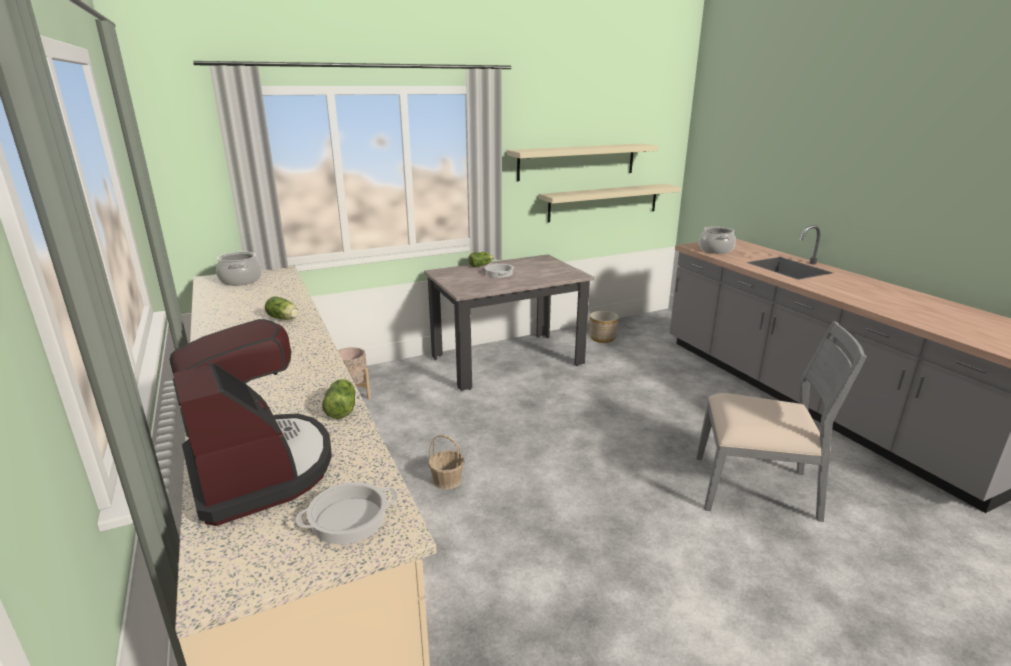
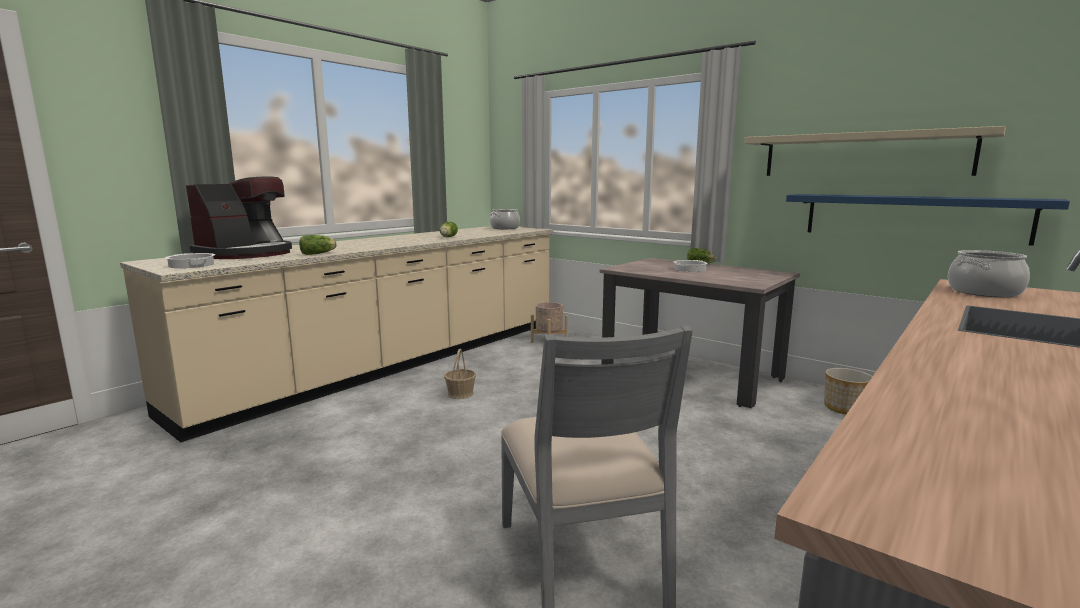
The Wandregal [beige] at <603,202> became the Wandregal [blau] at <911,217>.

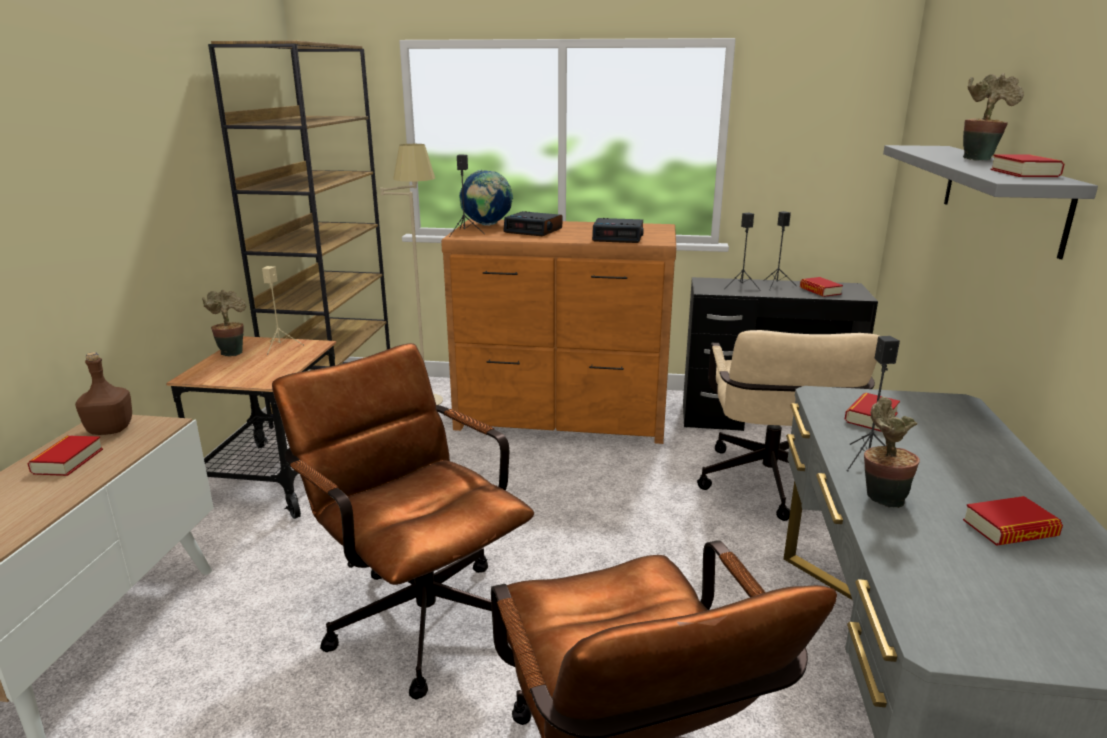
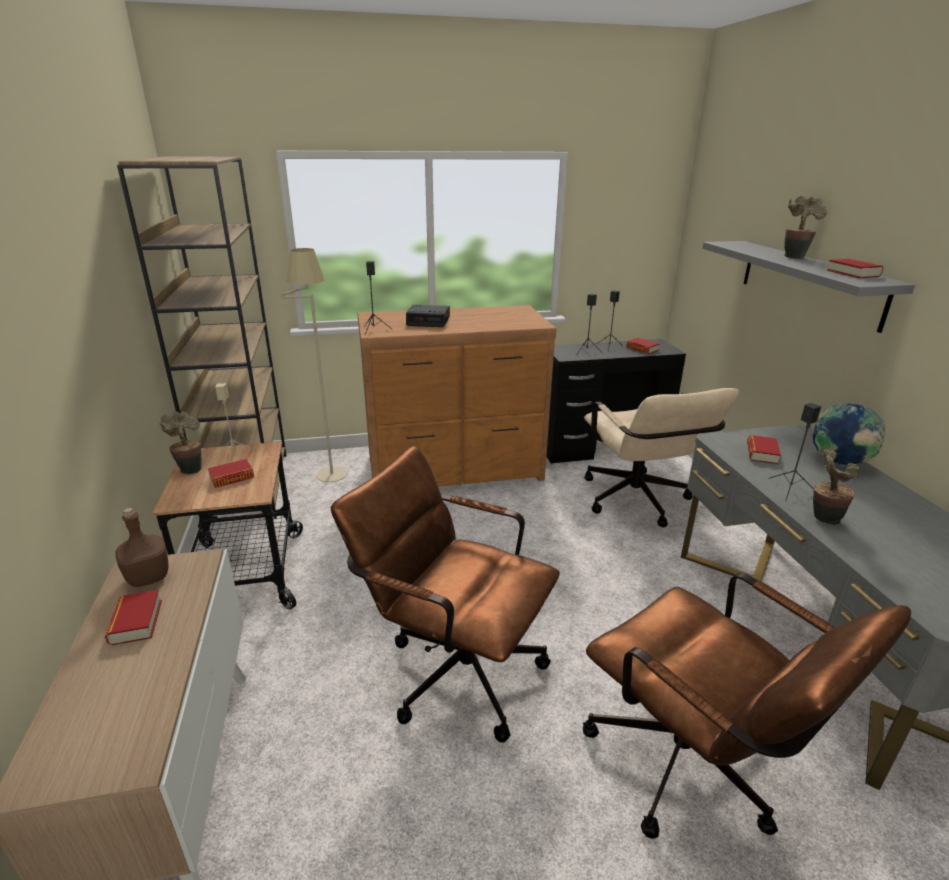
The Globus moved from <486,225> to <838,463>. The Wecker at <618,237> disappeared. The Buch moved from <1010,529> to <232,477>.

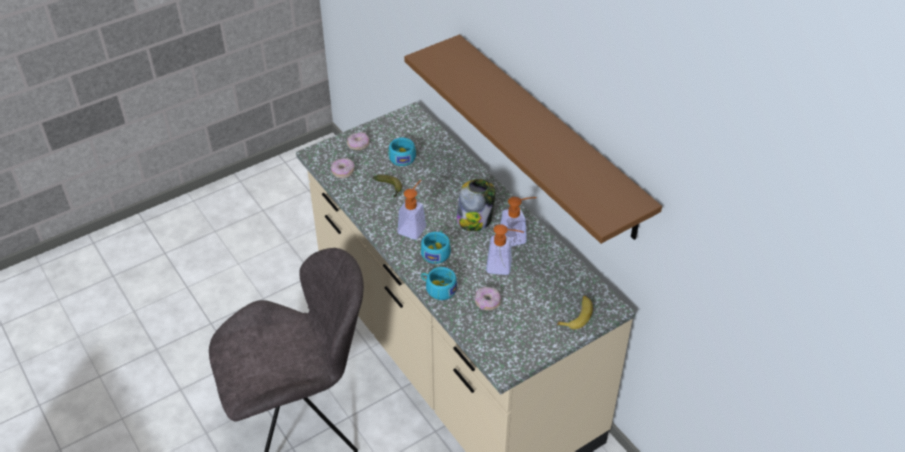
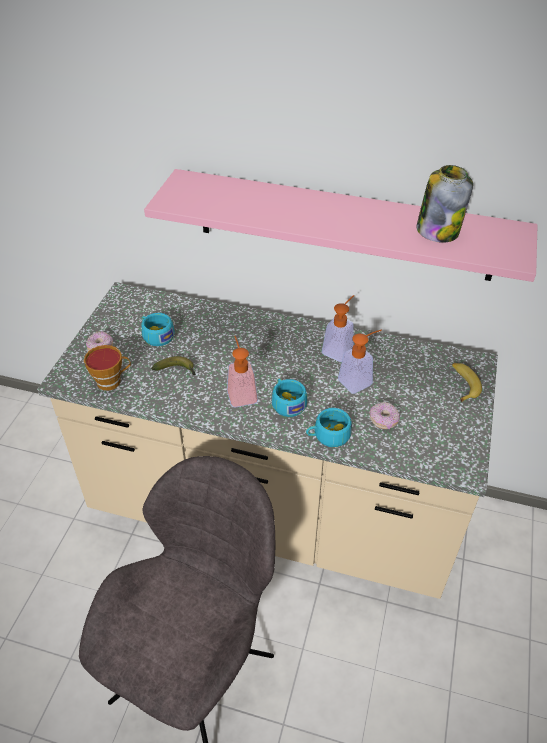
The Wandregal [braun] at <549,136> became the Wandregal [rosa] at <344,225>. The Donut at <343,172> was replaced by the Tasse at <112,381>. The Vorratsglas moved from <475,220> to <438,230>.

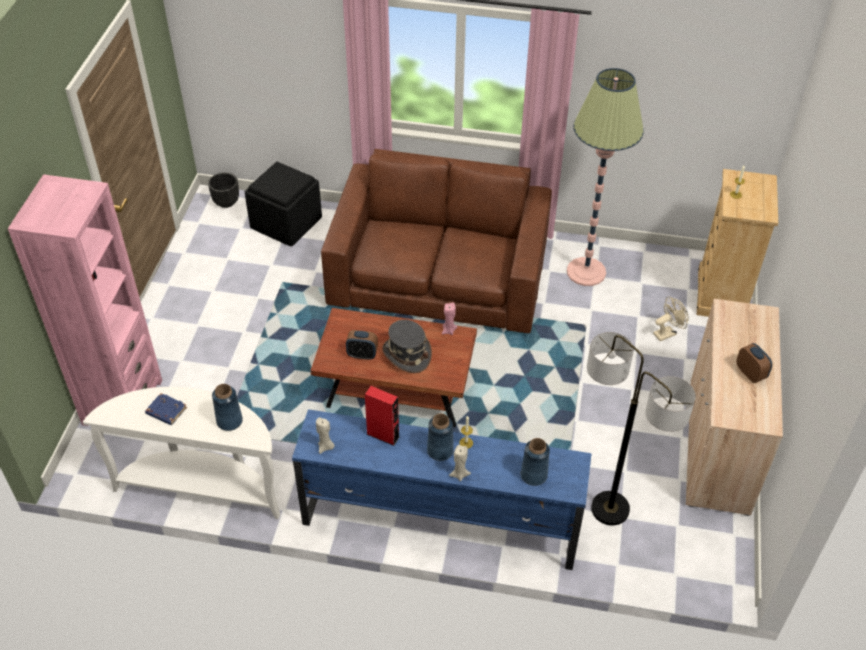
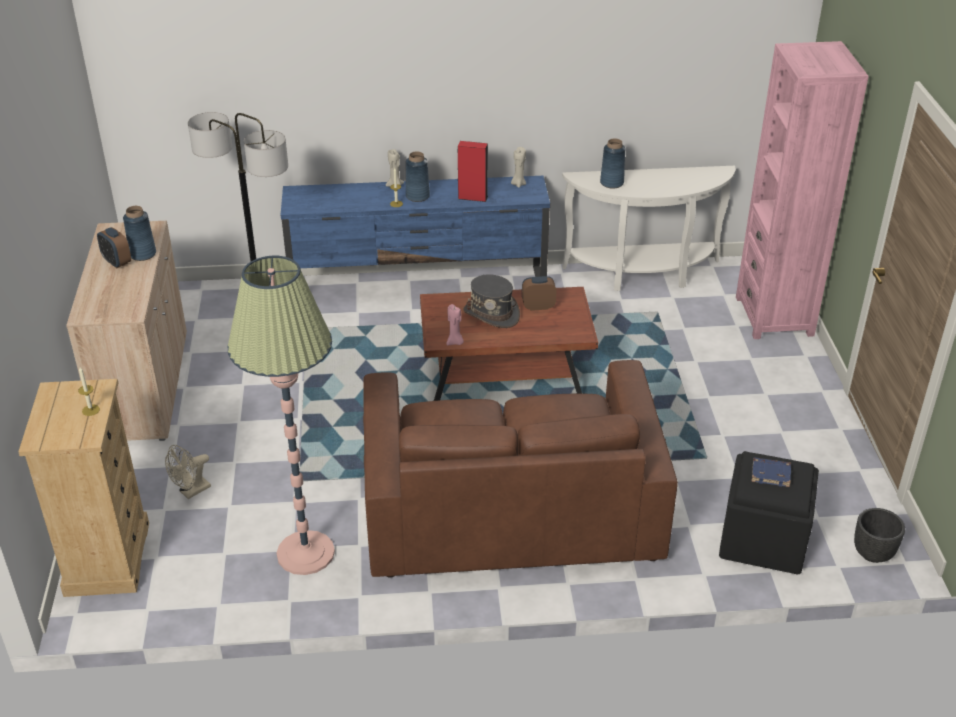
The Buch [blau] moved from <166,411> to <771,474>. The Vase [blau] moved from <534,475> to <142,254>.

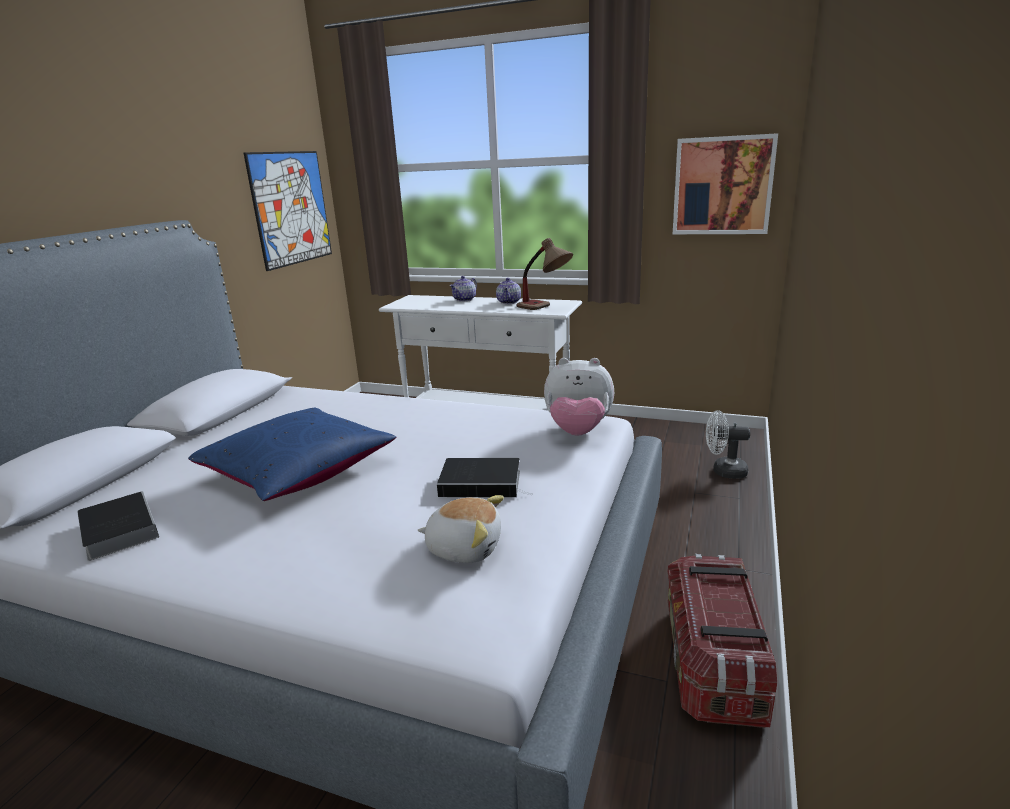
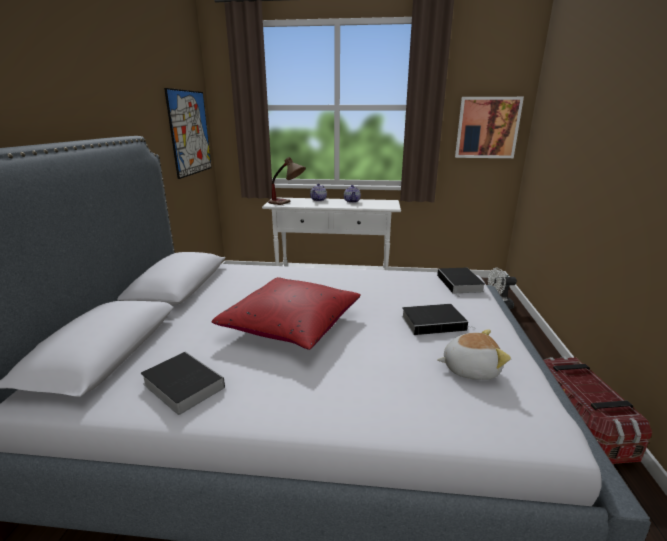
The Tischlampe moved from <545,308> to <288,203>. The Plüschtier at <578,431> was replaced by the Buch at <460,284>. The Kissen [blau] at <298,471> became the Kissen [rot] at <291,325>.

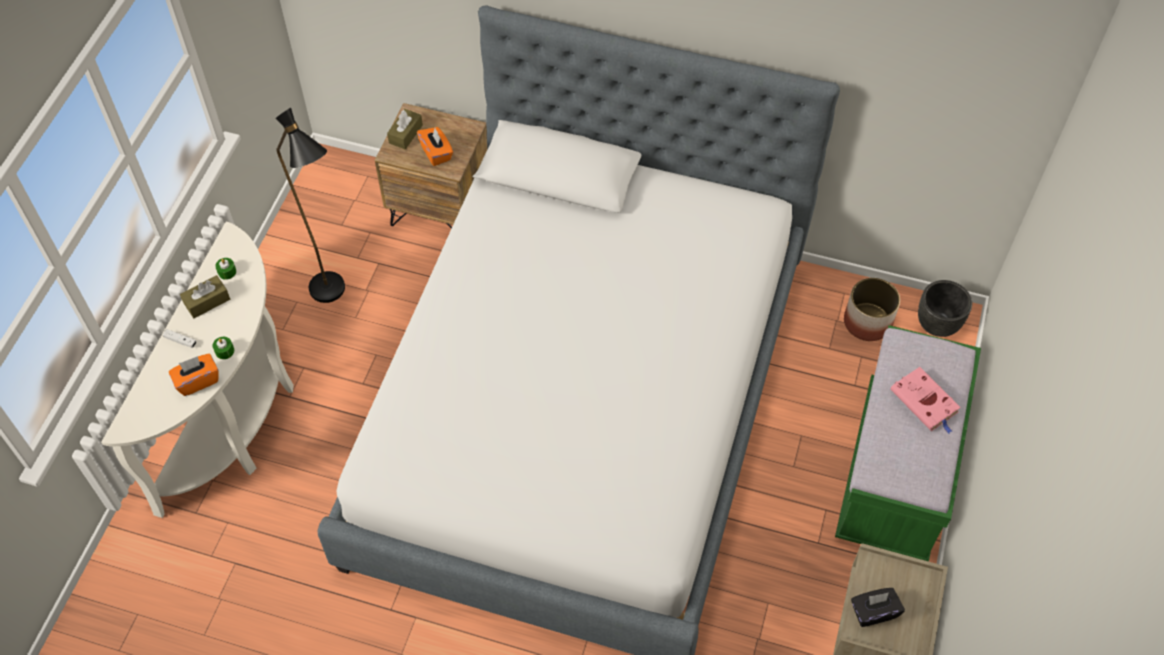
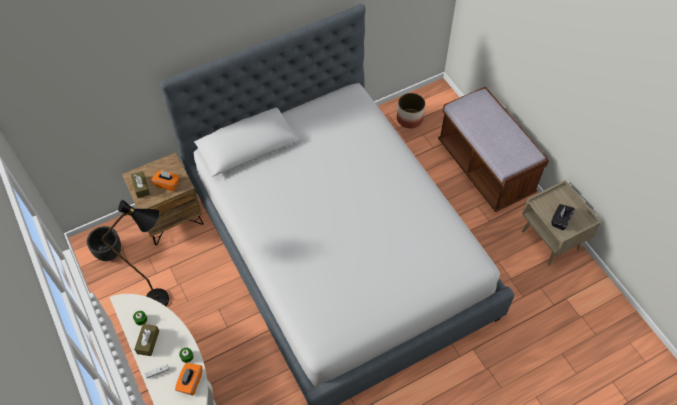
The Pflanzkübel [schwarz] moved from <936,325> to <109,253>. The Bank [grün] at <896,472> became the Bank [braun] at <485,168>. The Buch [rosa] at <925,402> disappeared.

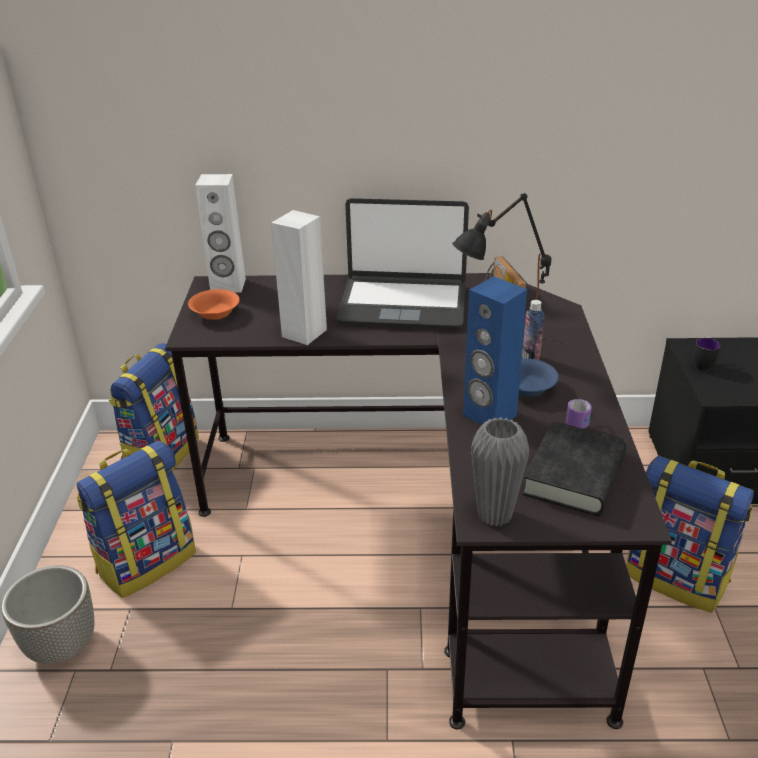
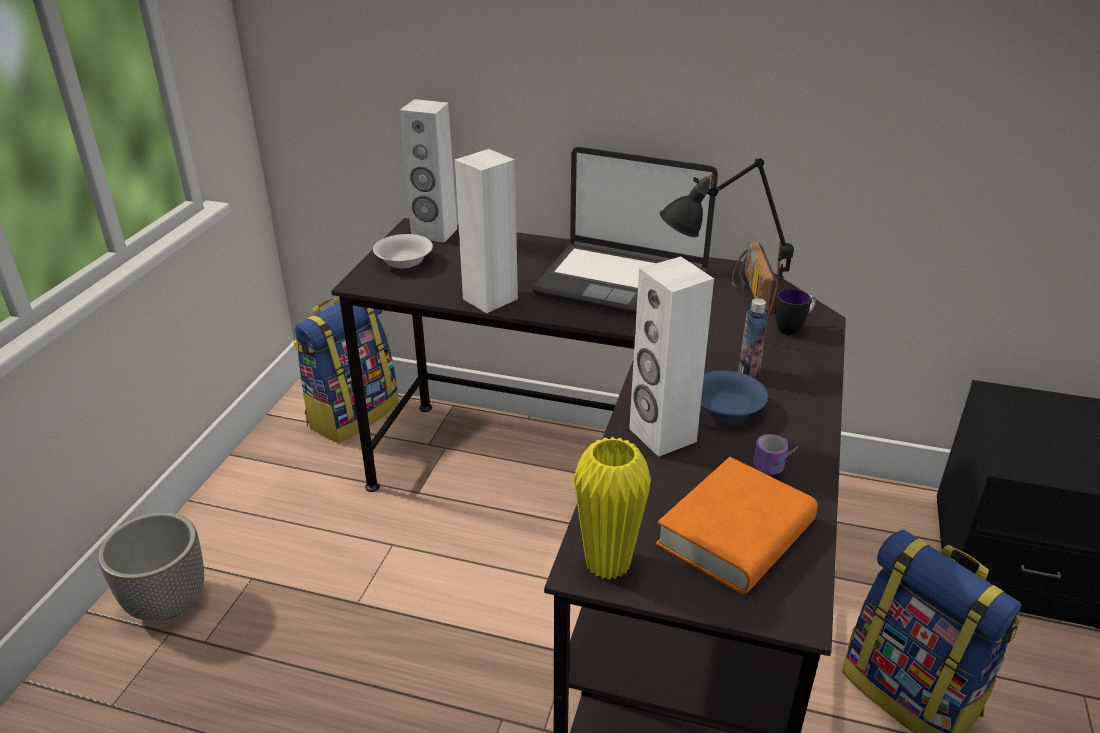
The Lautsprecher [blau] at <489,416> became the Lautsprecher [weiß] at <661,435>. The Schüssel [orange] at <216,313> became the Schüssel [weiß] at <405,261>. The Henkelbecher moved from <704,365> to <793,328>. The Vase [grau] at <494,515> became the Vase [gelb] at <608,563>. The Buch [schwarz] at <574,476> became the Buch [orange] at <736,534>. The Rucksack at <146,561> disappeared.

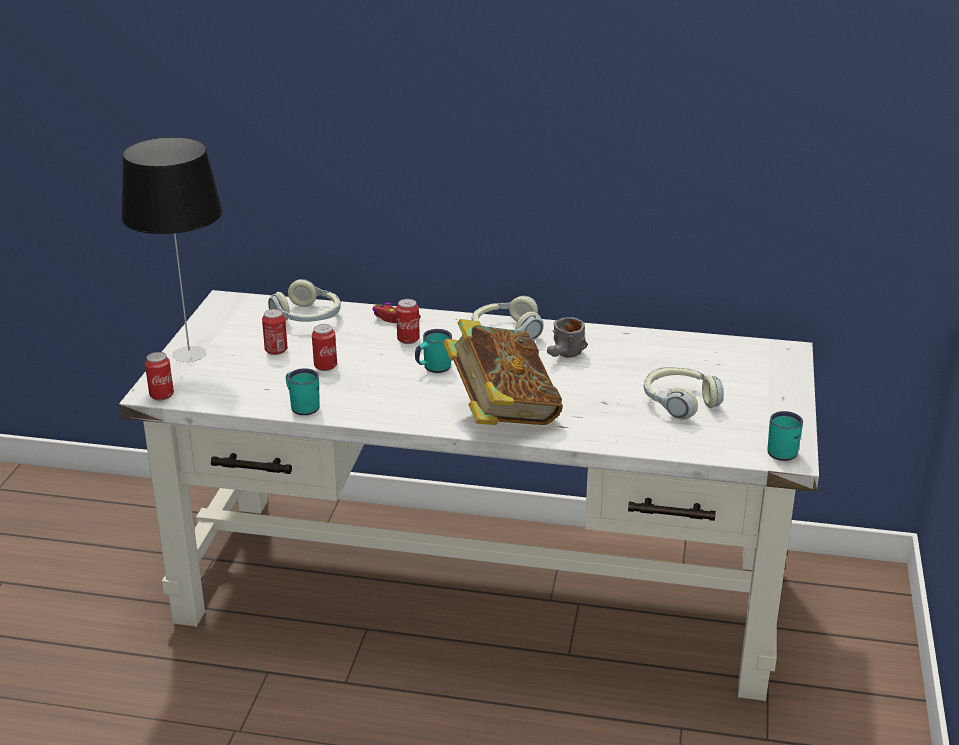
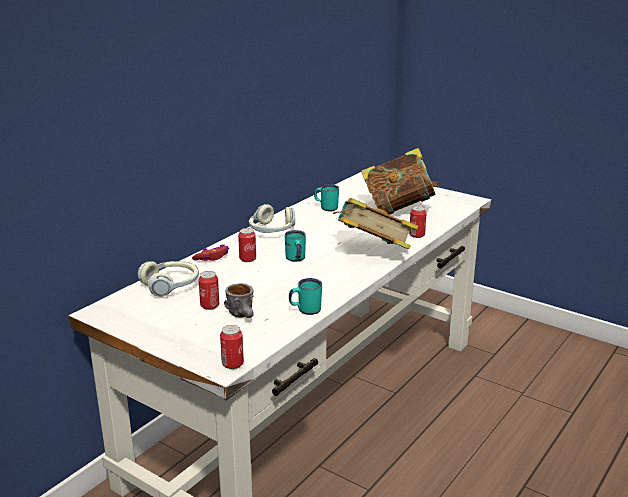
The Tischlampe at <190,354> disappeared. The Henkelbecher [grau] moved from <565,356> to <244,316>. The Dose moved from <325,366> to <417,235>. The Kopfhörer at <679,402> was replaced by the Buch at <398,208>. The Henkelbecher [türkis] moved from <781,449> to <326,207>.

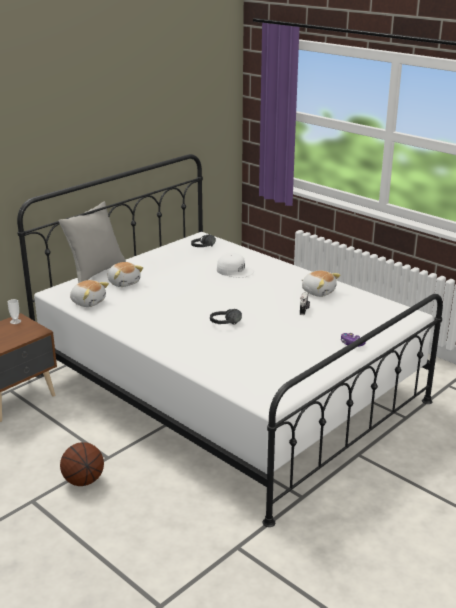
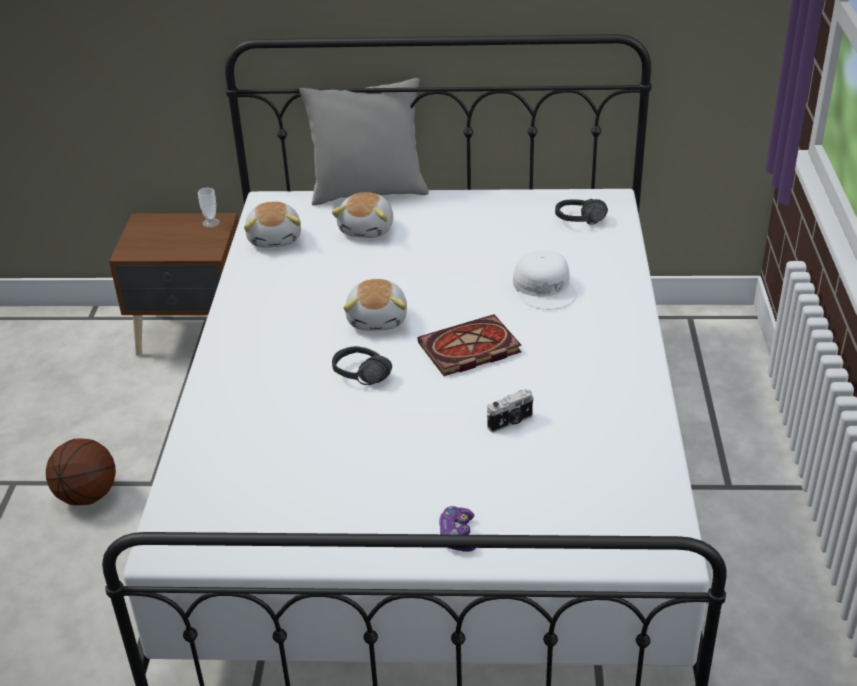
The Plüschtier moved from <318,292> to <378,319>. The Buch at <468,350> appeared.

